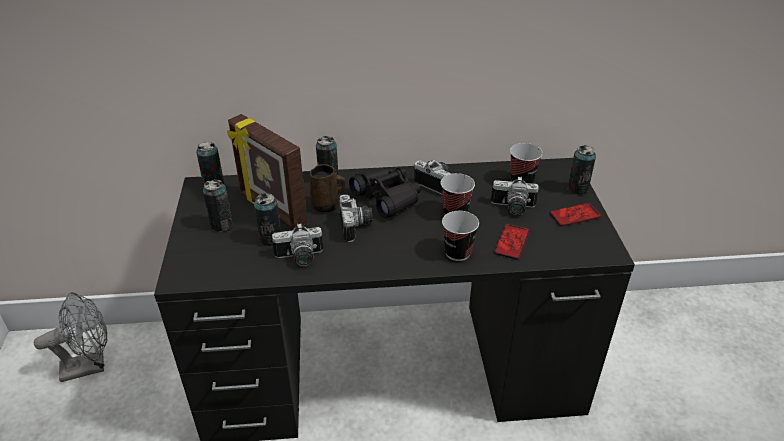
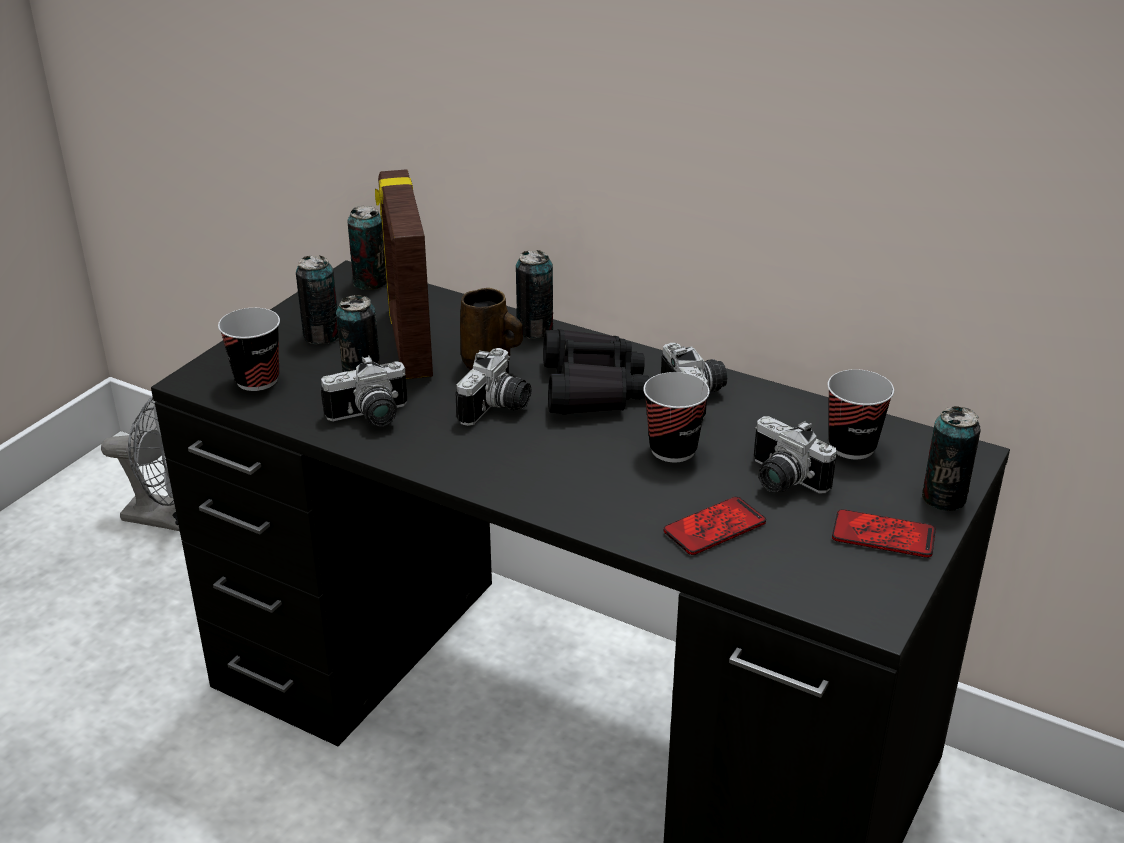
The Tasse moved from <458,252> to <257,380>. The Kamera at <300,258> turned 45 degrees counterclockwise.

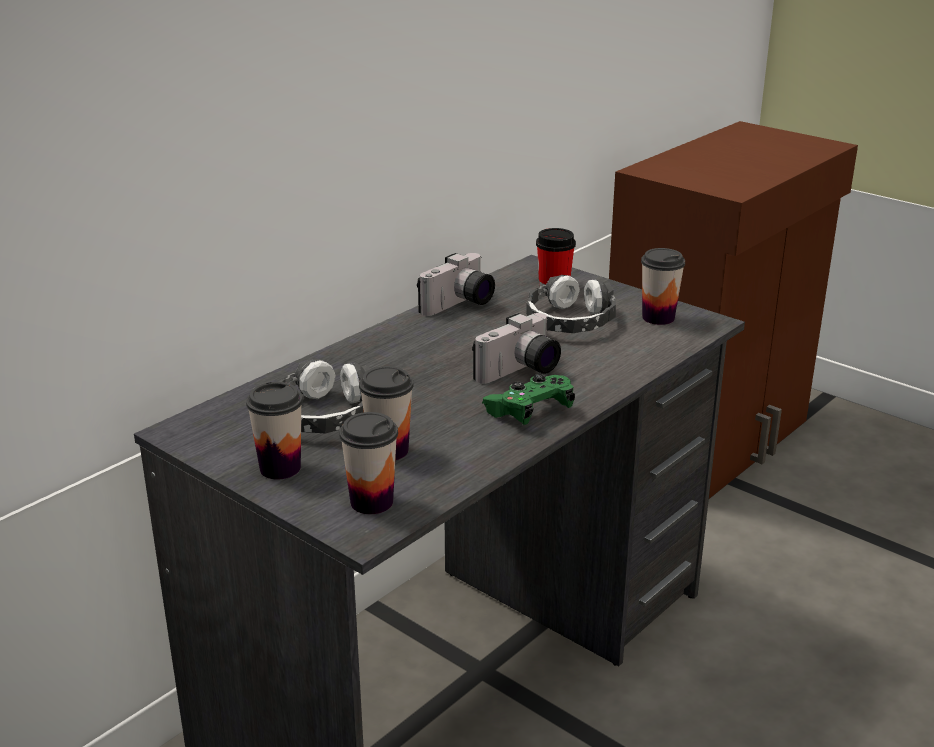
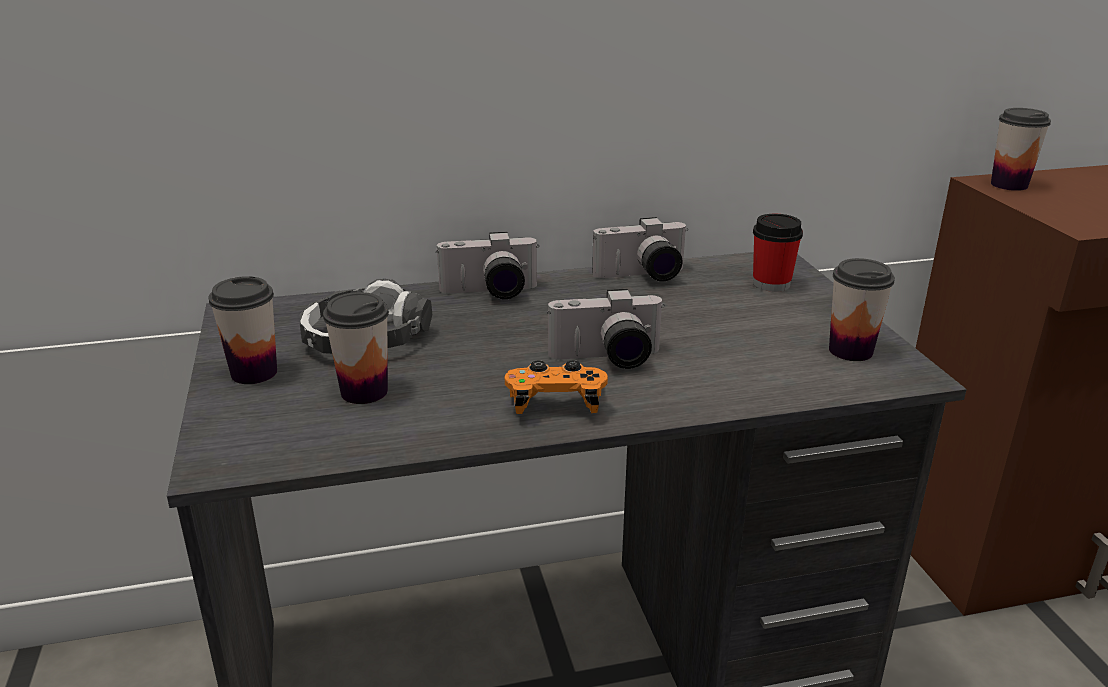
The Kopfhörer at <570,321> disappeared. The Gamepad [grün] at <529,411> became the Gamepad [orange] at <555,403>. The Tasse moved from <371,502> to <1009,185>. The Kamera at <490,293> appeared.

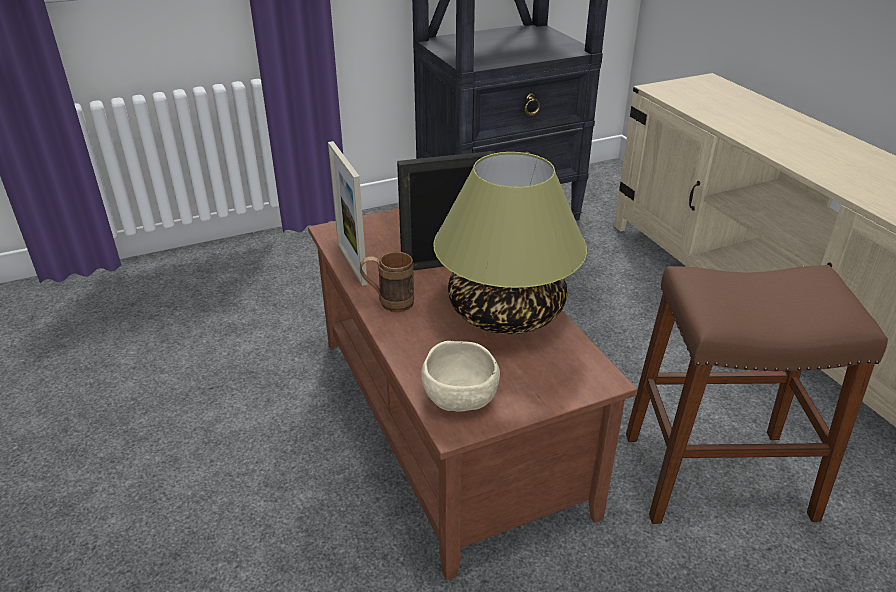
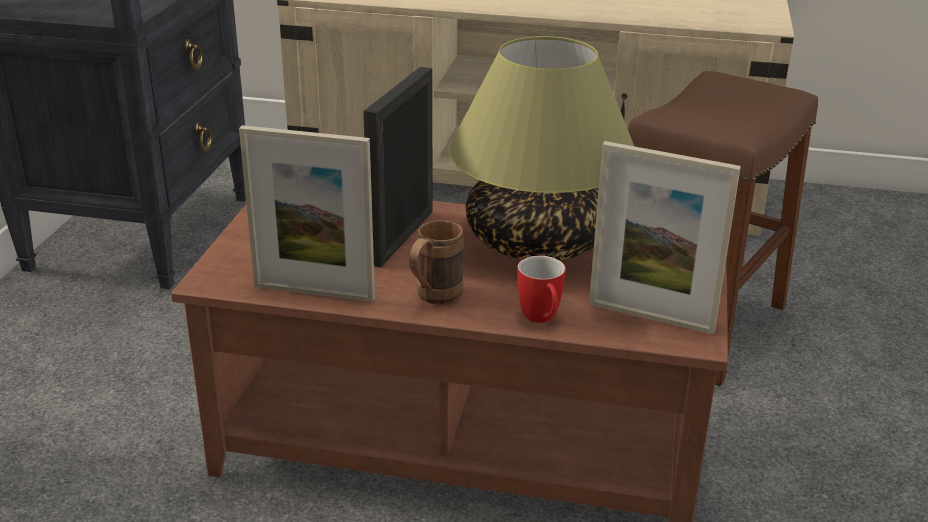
The Schüssel [beige] at <461,396> was replaced by the Bilderrahmen at <650,317>. The Henkelbecher at <542,320> appeared.

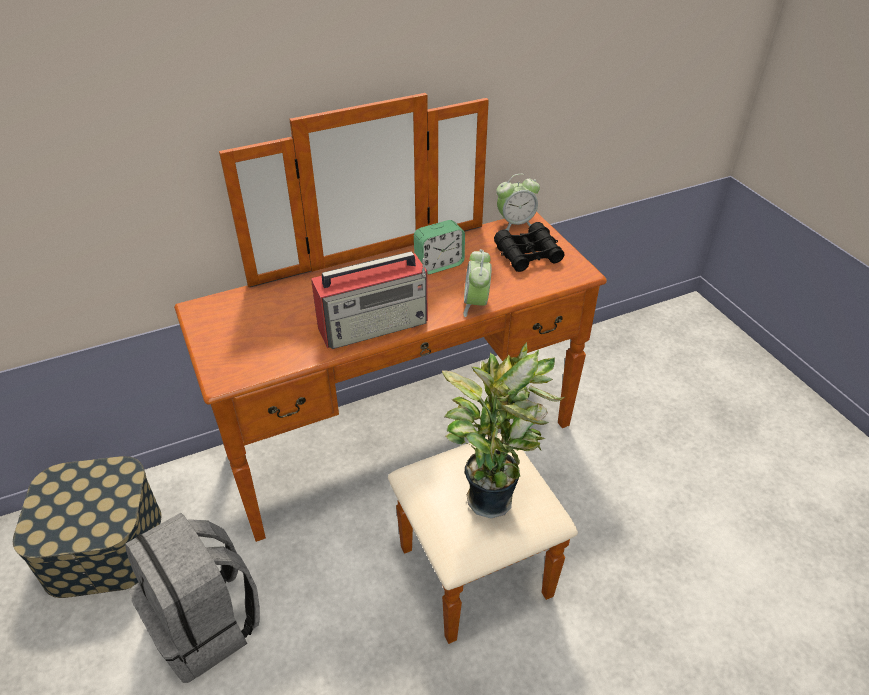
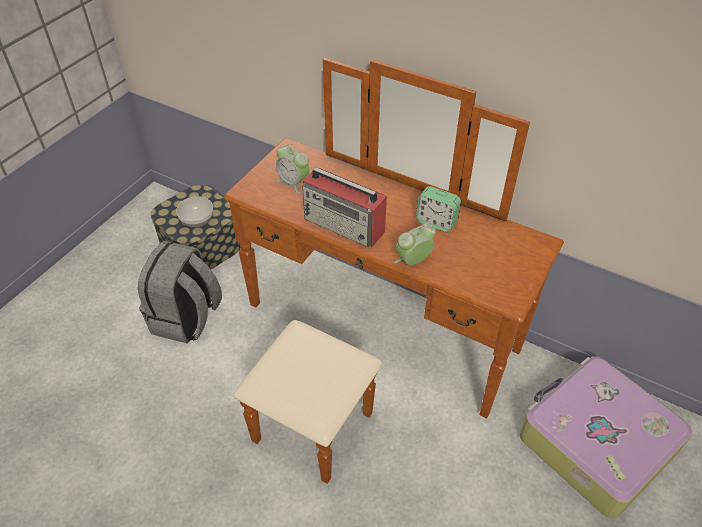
The Wecker moved from <515,223> to <293,183>. The Fernglas [schwarz] at <528,254> disappeared. The Topfpflanze at <491,495> disappeared. The Schüssel at <197,220> appeared. The Koffer at <594,443> appeared.

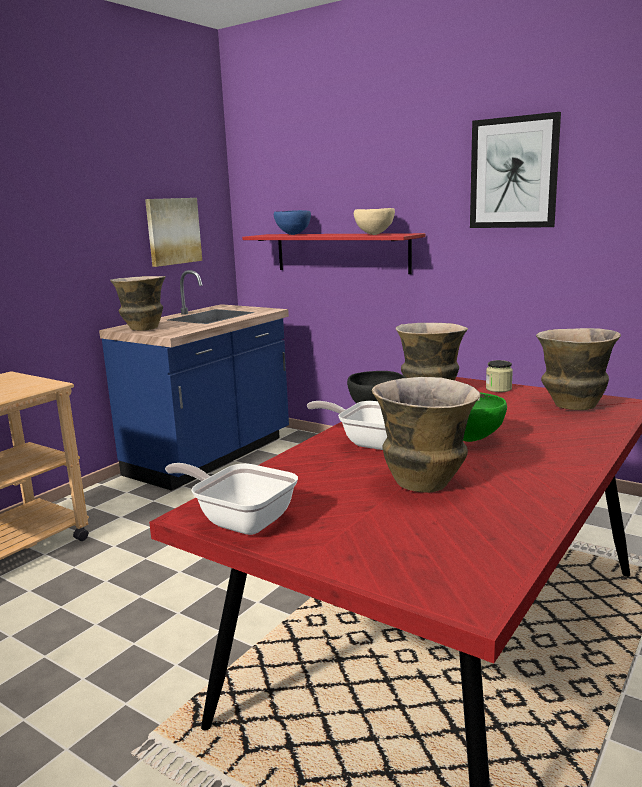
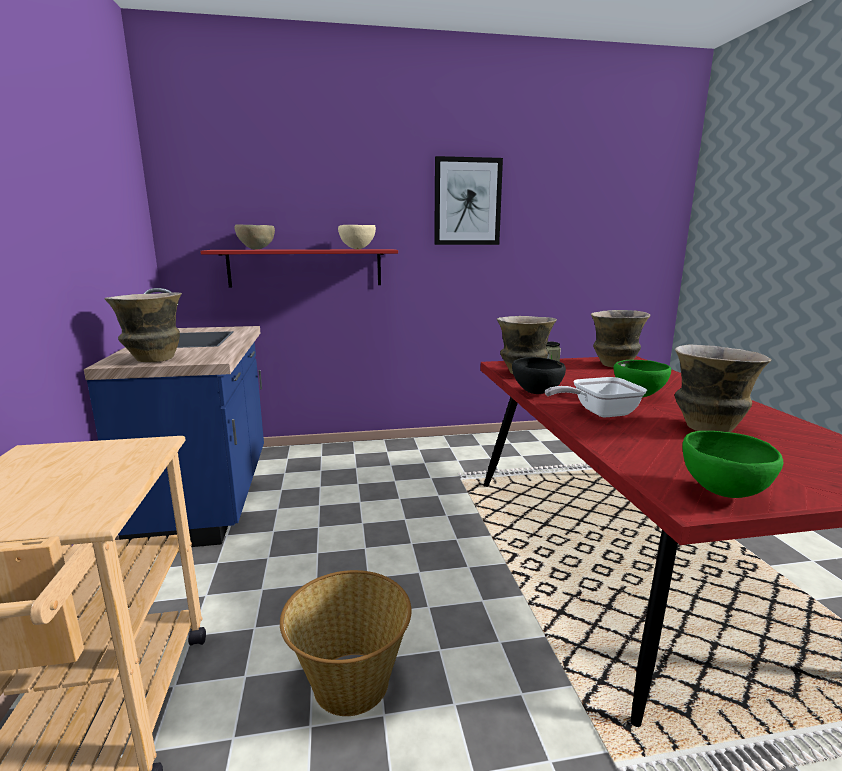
The Bild at <173,231> disappeared. The Schüssel [blau] at <293,234> became the Schüssel [braun] at <256,249>. The Pfanne at <239,520> was replaced by the Schüssel [grün] at <722,493>. The Korb at <350,684> appeared.

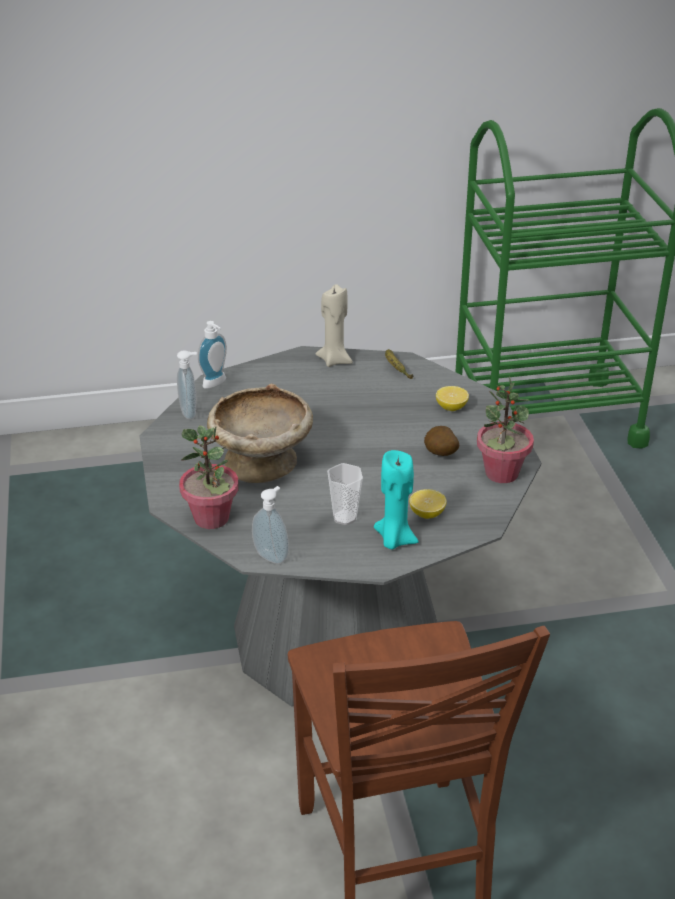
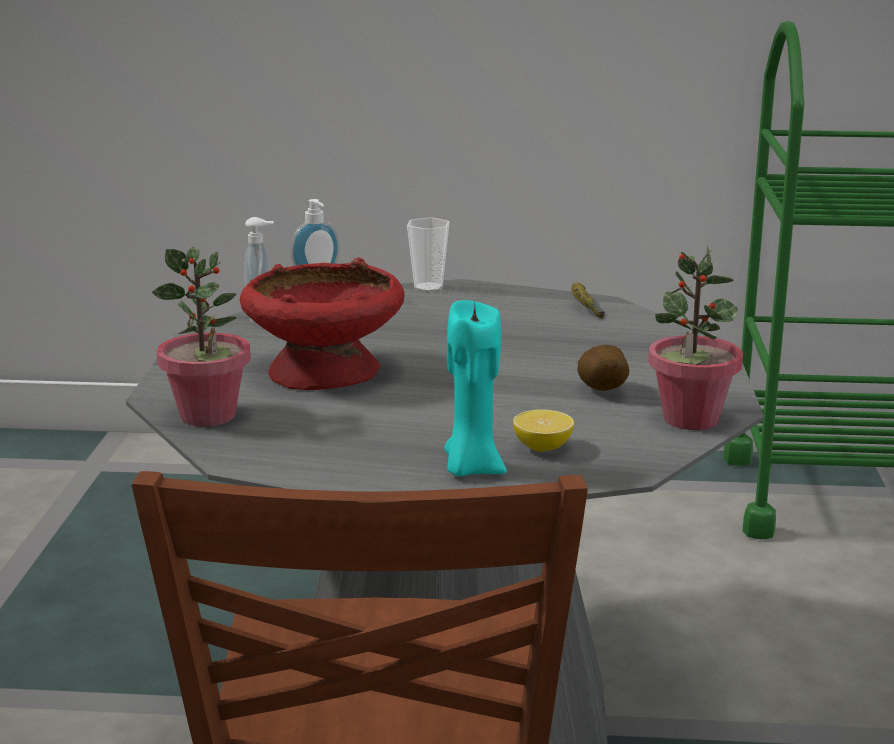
The Kerze [beige] at <334,360> disappeared. The Schüssel [beige] at <262,463> became the Schüssel [rot] at <325,372>. The Zitrone at <451,407> disappeared. The Tasse moved from <344,517> to <428,288>. The Seifenspender at <272,556> disappeared.

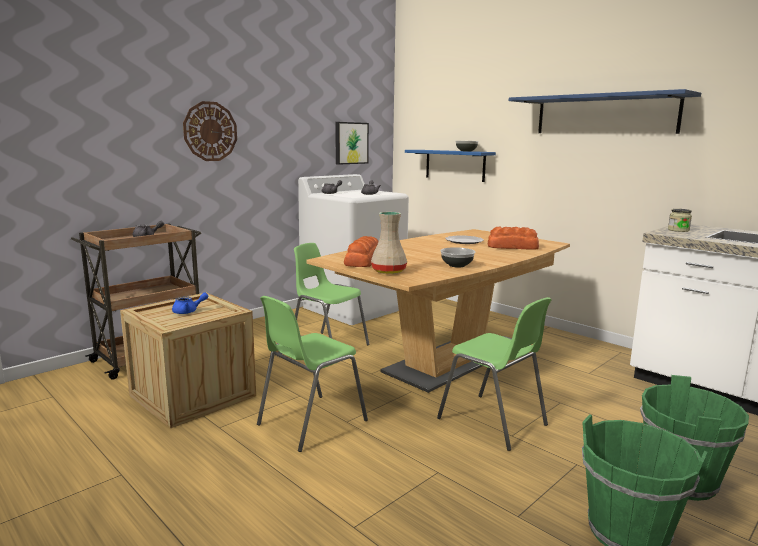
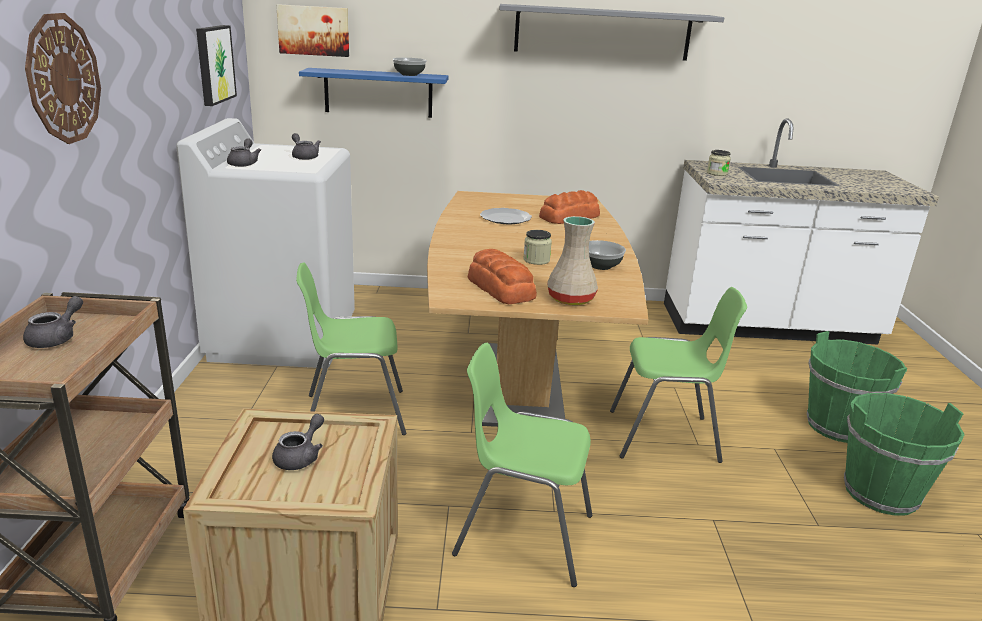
The Wandregal [blau] at <604,115> became the Wandregal [grau] at <602,32>. The Teekanne [blau] at <188,311> became the Teekanne [grau] at <301,457>. The Stuhl [grün] at <310,422> turned 105 degrees clockwise. The Bild at <314,30> appeared. The Vorratsglas at <536,260> appeared.

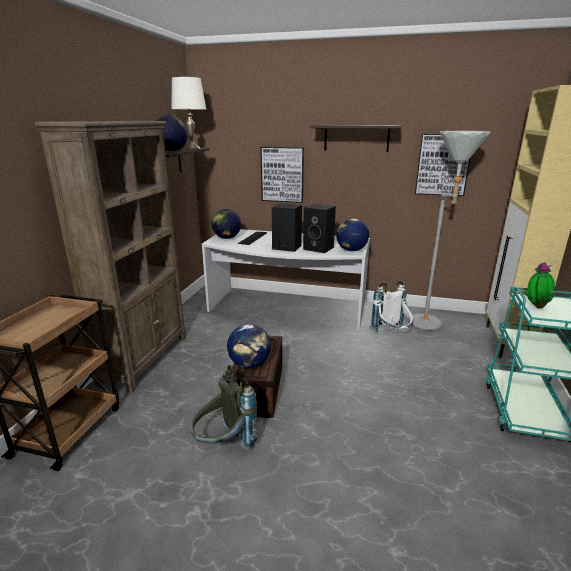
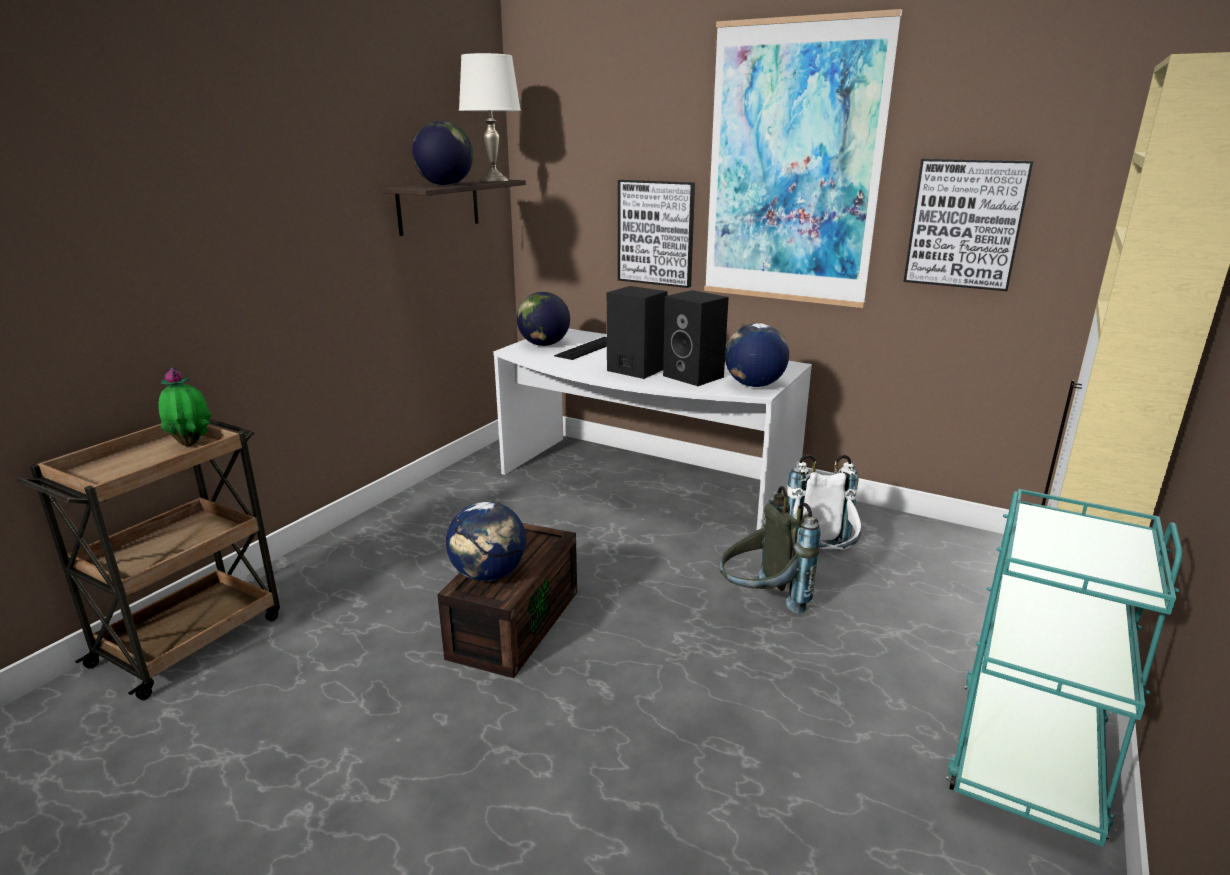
The Bücherregal [braun] at <145,358> disappeared. The Wandregal at <356,138> was replaced by the Bild at <792,166>. The Stehlampe [grau] at <431,325> disappeared. The Topfpflanze moved from <536,306> to <191,443>. The Rucksack [grau] moved from <224,445> to <761,602>.

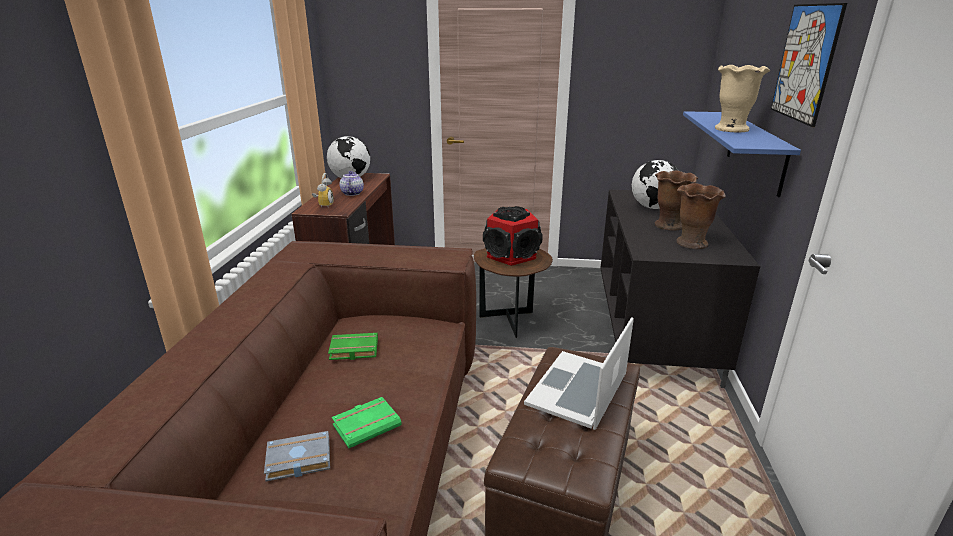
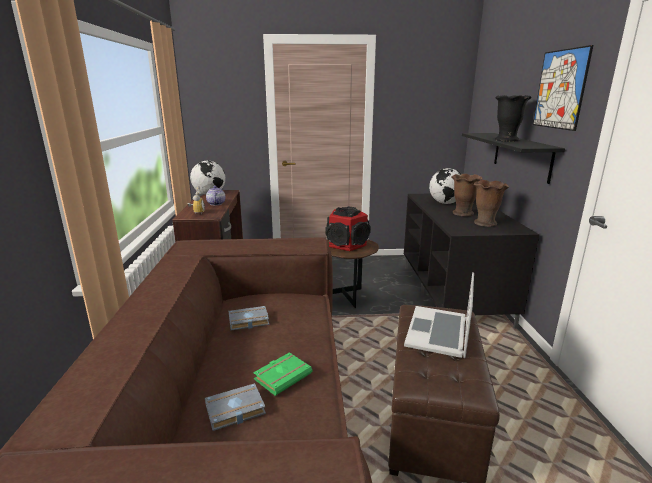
The Vase [beige] at <731,129> became the Vase [schwarz] at <506,140>. The Wandregal [blau] at <755,151> became the Wandregal [schwarz] at <521,156>. The Buch [grün] at <353,350> became the Buch [grau] at <248,321>.

